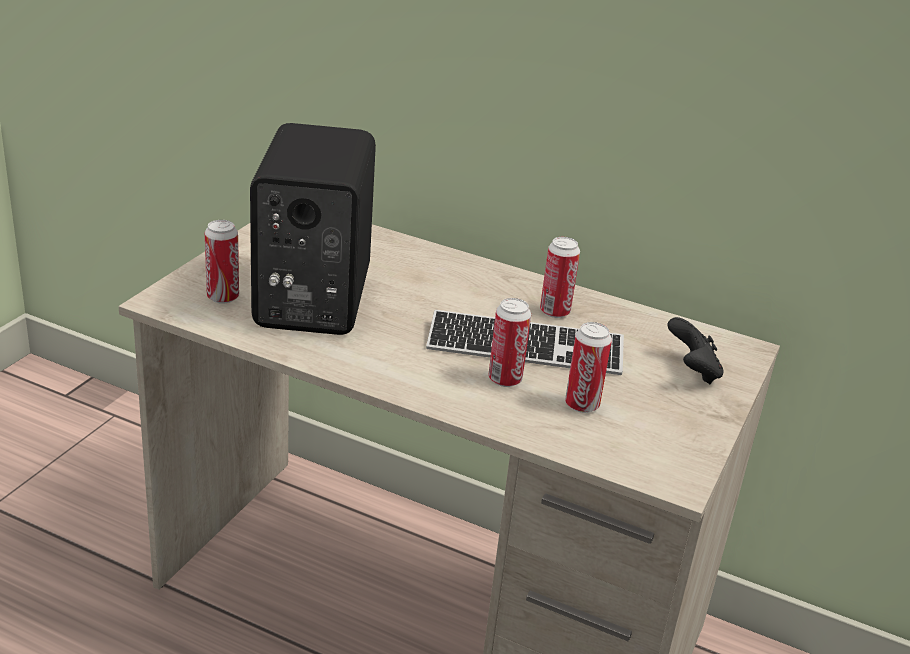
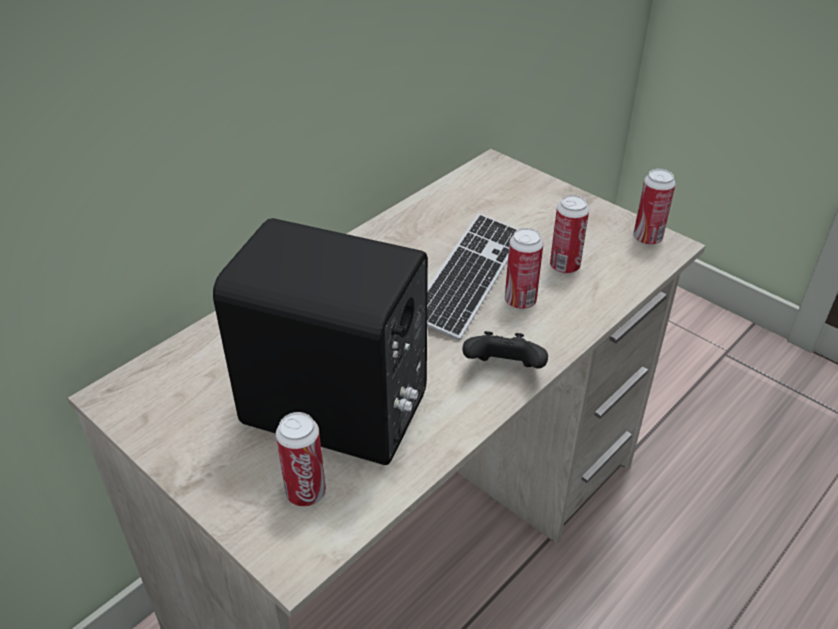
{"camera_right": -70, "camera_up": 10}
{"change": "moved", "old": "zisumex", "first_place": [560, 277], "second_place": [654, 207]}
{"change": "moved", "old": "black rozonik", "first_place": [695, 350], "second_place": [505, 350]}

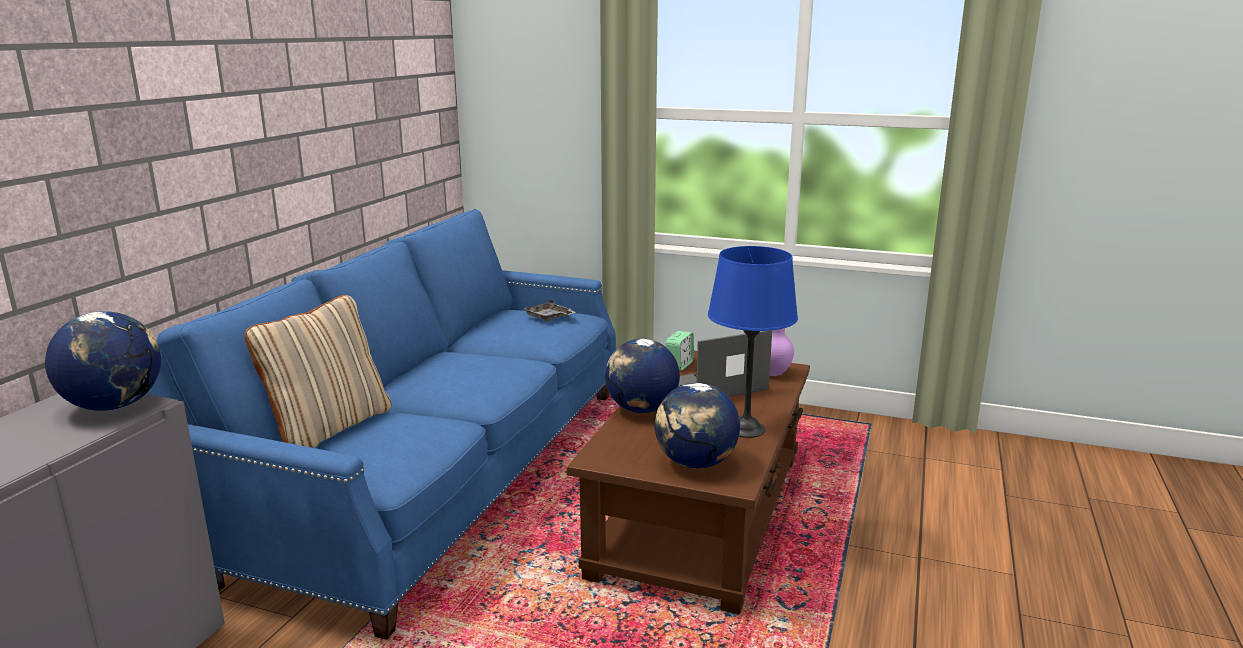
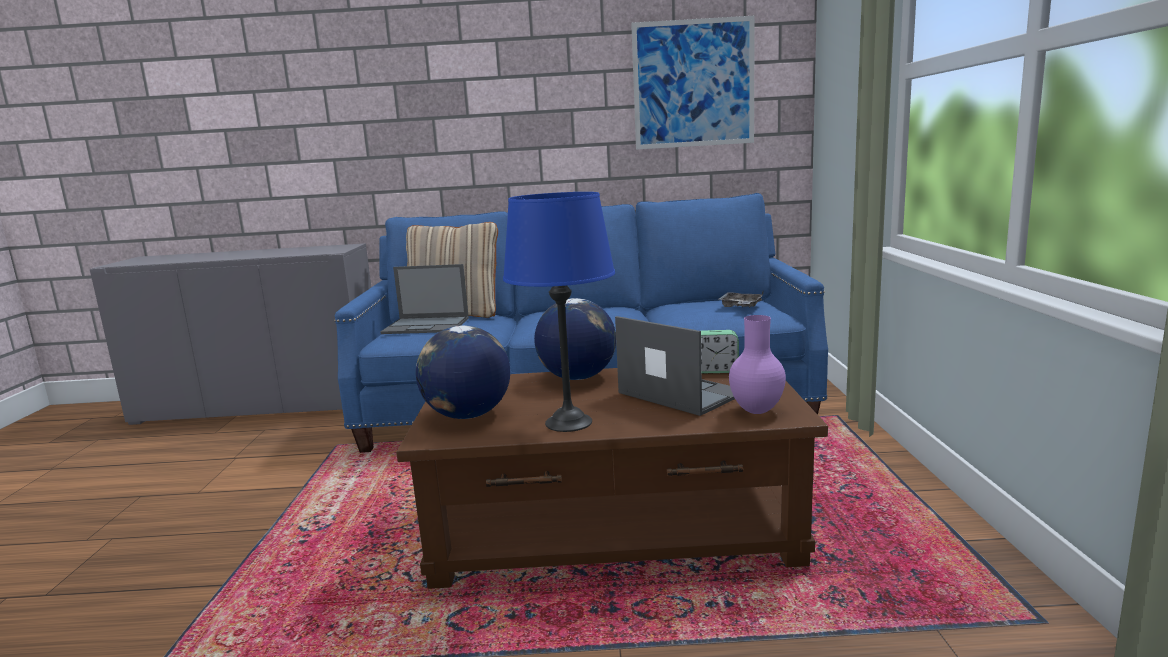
{"camera_right": 70, "camera_up": -5}
{"change": "removed", "old": "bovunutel", "first_place": [103, 361]}
{"change": "added", "new": "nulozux", "second_place": [424, 299]}
{"change": "added", "new": "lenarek", "second_place": [693, 83]}

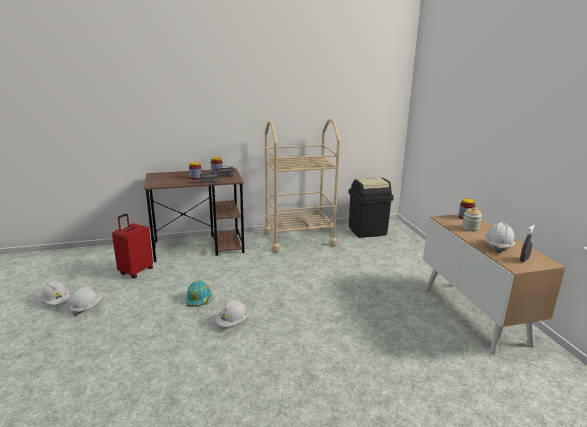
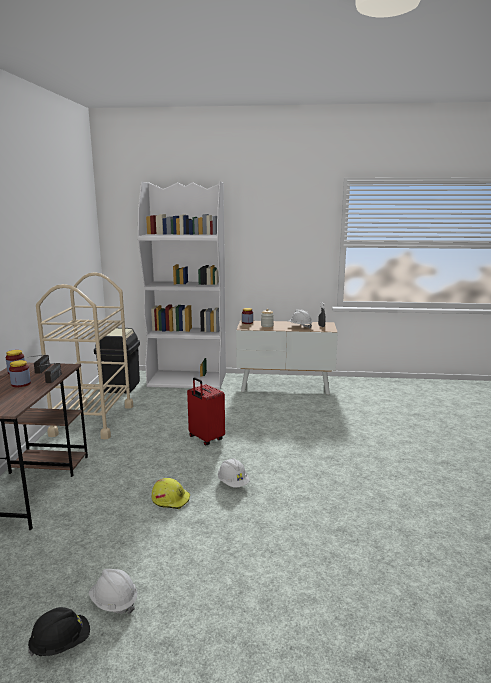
{"camera_right": -70, "camera_up": -5}
{"change": "added", "new": "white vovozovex", "second_place": [182, 285]}
{"change": "moved", "old": "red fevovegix", "first_place": [132, 246], "second_place": [206, 411]}
{"change": "recoloured", "old": "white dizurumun", "new": "black dizurumun", "first_place": [55, 292], "second_place": [59, 632]}
{"change": "recoloured", "old": "turquoise dizurumun", "new": "yellow dizurumun", "first_place": [199, 293], "second_place": [170, 493]}

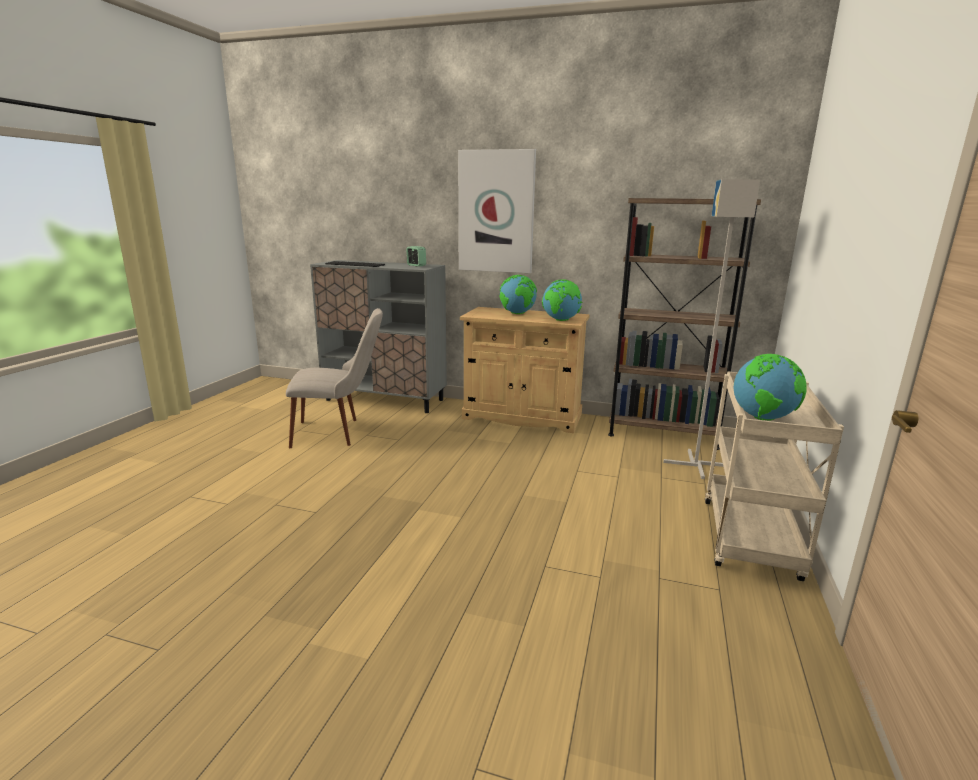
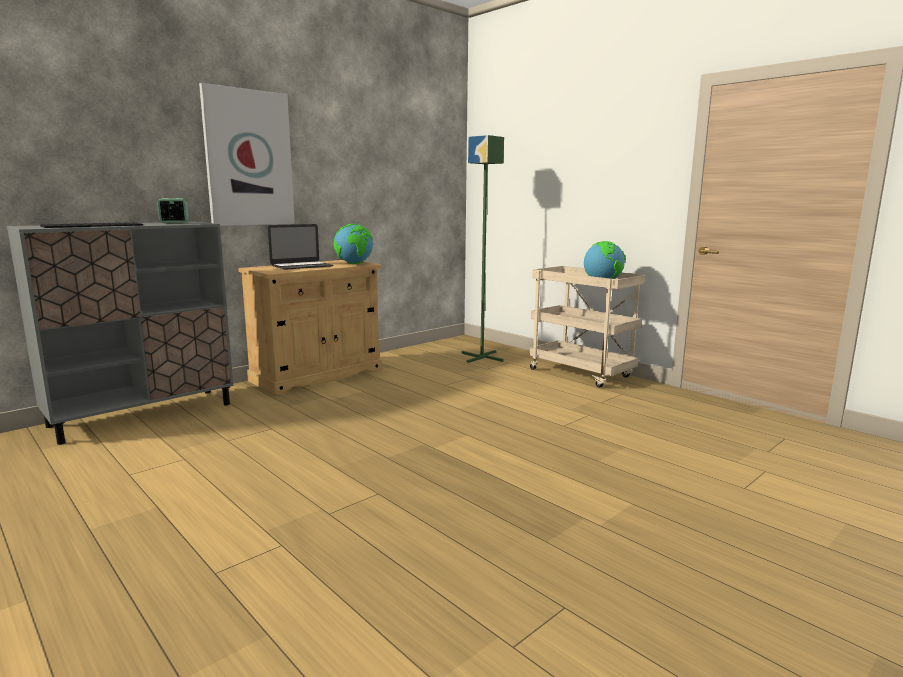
{"camera_right": -60, "camera_up": -5}
{"change": "removed", "old": "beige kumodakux", "first_place": [334, 378]}
{"change": "removed", "old": "brown vovozovex", "first_place": [684, 324]}
{"change": "replaced", "old": "bovunutel", "new": "nulozux", "first_place": [518, 294], "second_place": [301, 247]}
{"change": "recoloured", "old": "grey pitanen", "new": "green pitanen", "first_place": [711, 329], "second_place": [482, 249]}

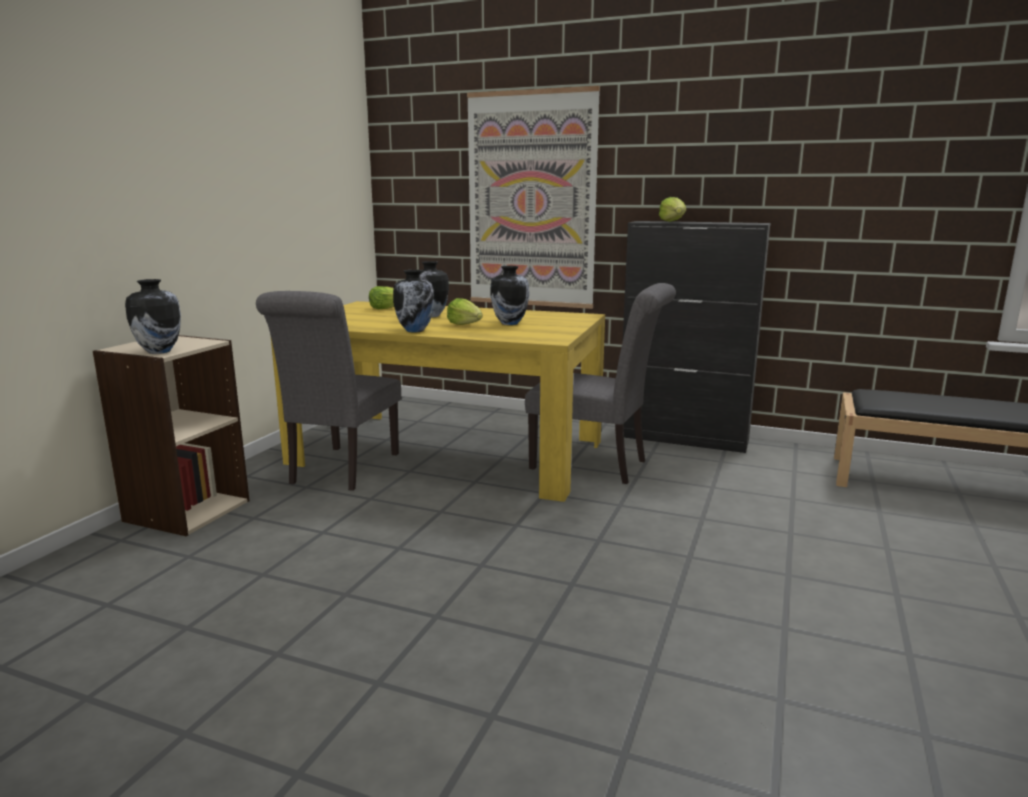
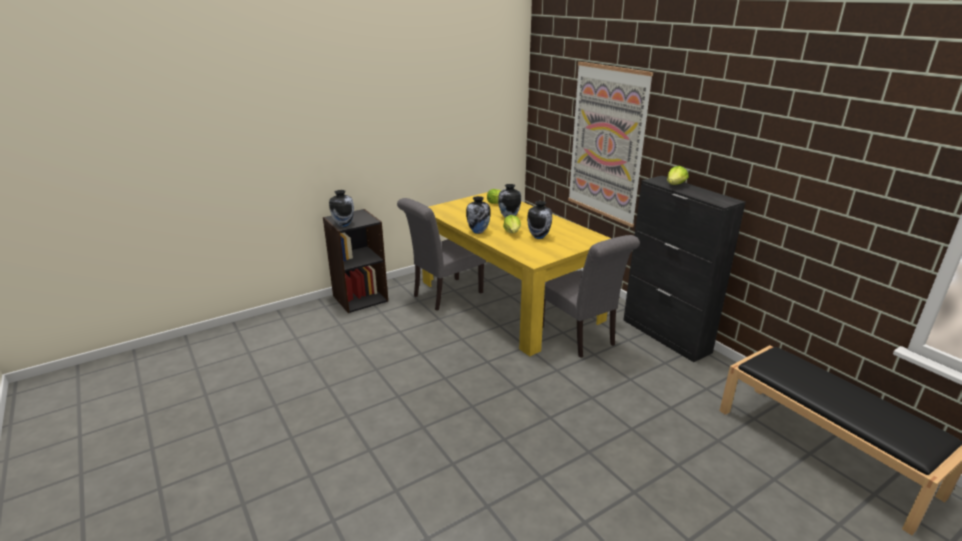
{"camera_right": 35, "camera_up": 10}
{"change": "recoloured", "old": "beige vovozovex", "new": "black vovozovex", "first_place": [171, 435], "second_place": [355, 261]}

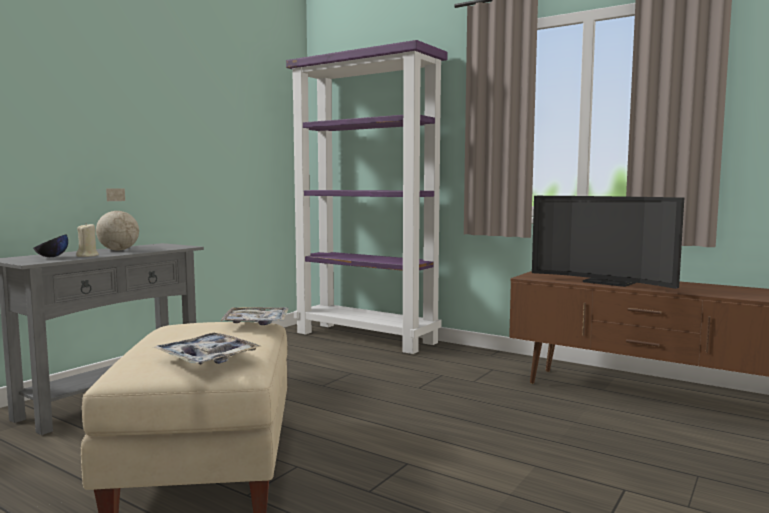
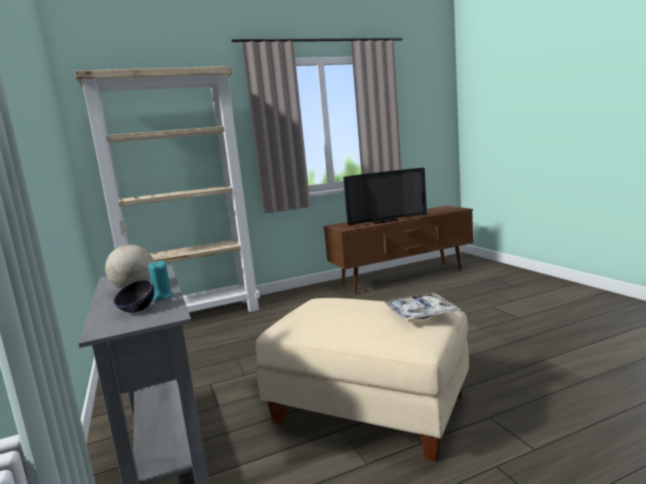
{"camera_right": -55, "camera_up": 5}
{"change": "removed", "old": "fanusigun", "first_place": [255, 316]}
{"change": "recoloured", "old": "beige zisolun", "new": "turquoise zisolun", "first_place": [87, 240], "second_place": [160, 281]}
{"change": "recoloured", "old": "purple vovozovex", "new": "beige vovozovex", "first_place": [367, 197], "second_place": [167, 189]}

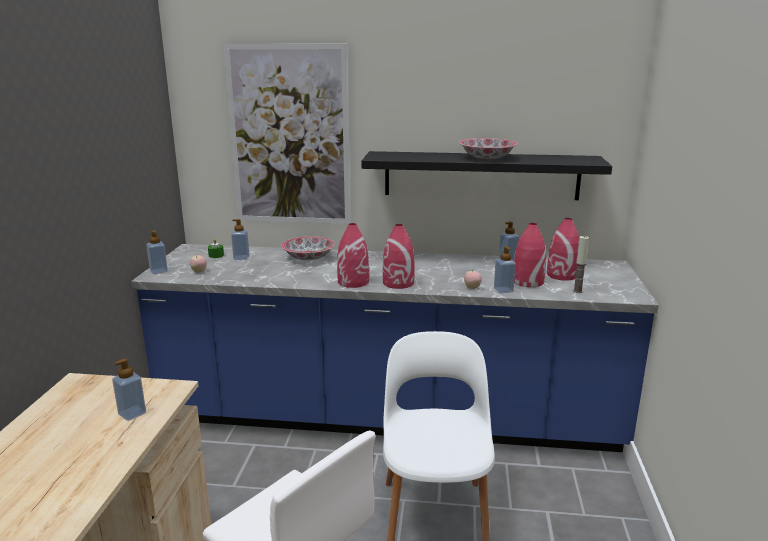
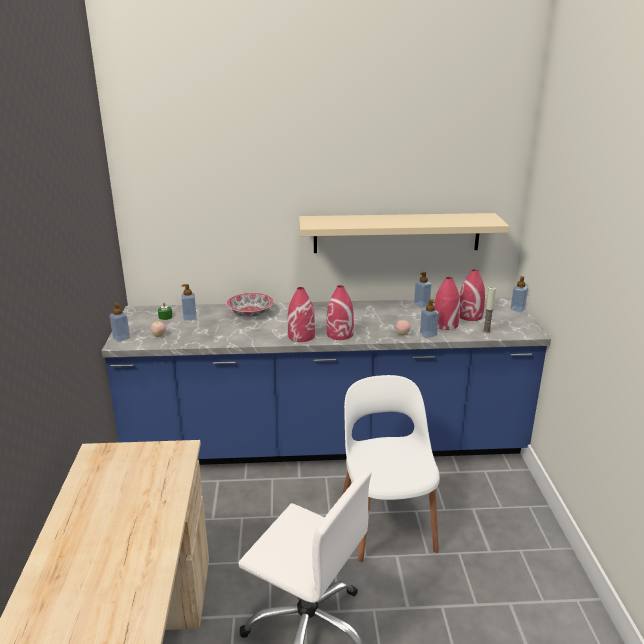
{"camera_right": -10, "camera_up": 5}
{"change": "removed", "old": "lenarek", "first_place": [287, 133]}
{"change": "removed", "old": "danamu", "first_place": [488, 148]}
{"change": "moved", "old": "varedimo", "first_place": [129, 390], "second_place": [519, 294]}
{"change": "recoloured", "old": "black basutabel", "new": "beige basutabel", "first_place": [486, 175], "second_place": [404, 233]}

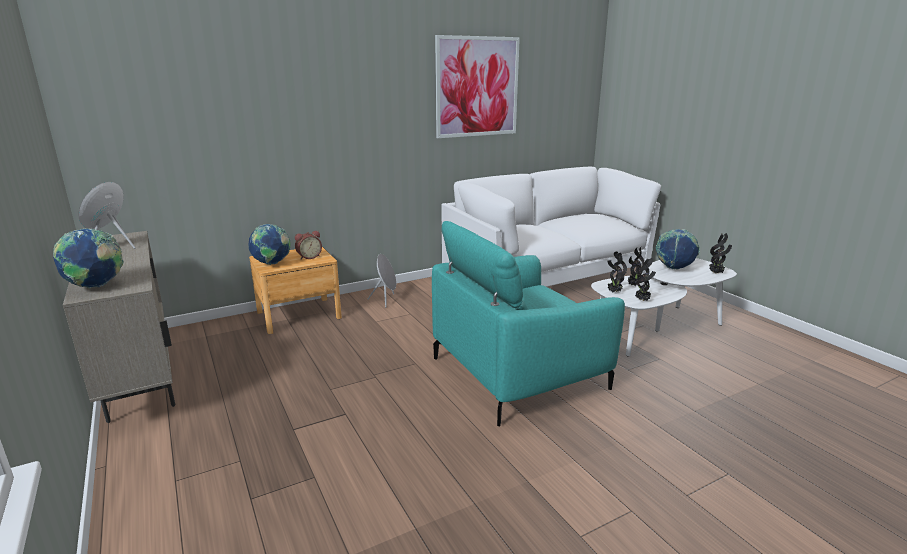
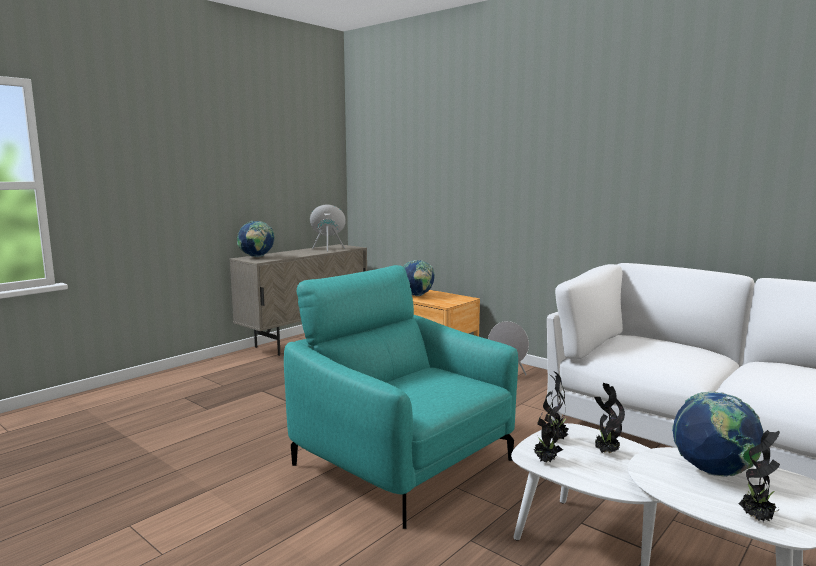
{"camera_right": 70, "camera_up": -10}
{"change": "removed", "old": "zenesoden", "first_place": [308, 245]}
{"change": "removed", "old": "lenarek", "first_place": [477, 86]}

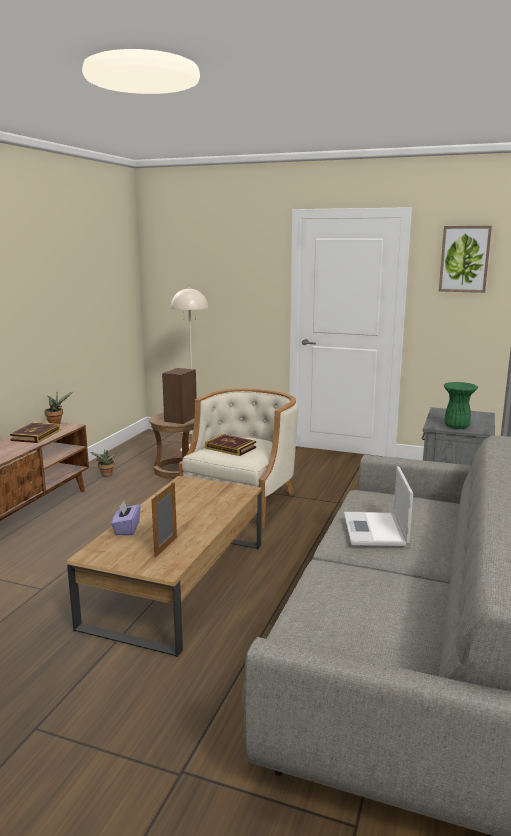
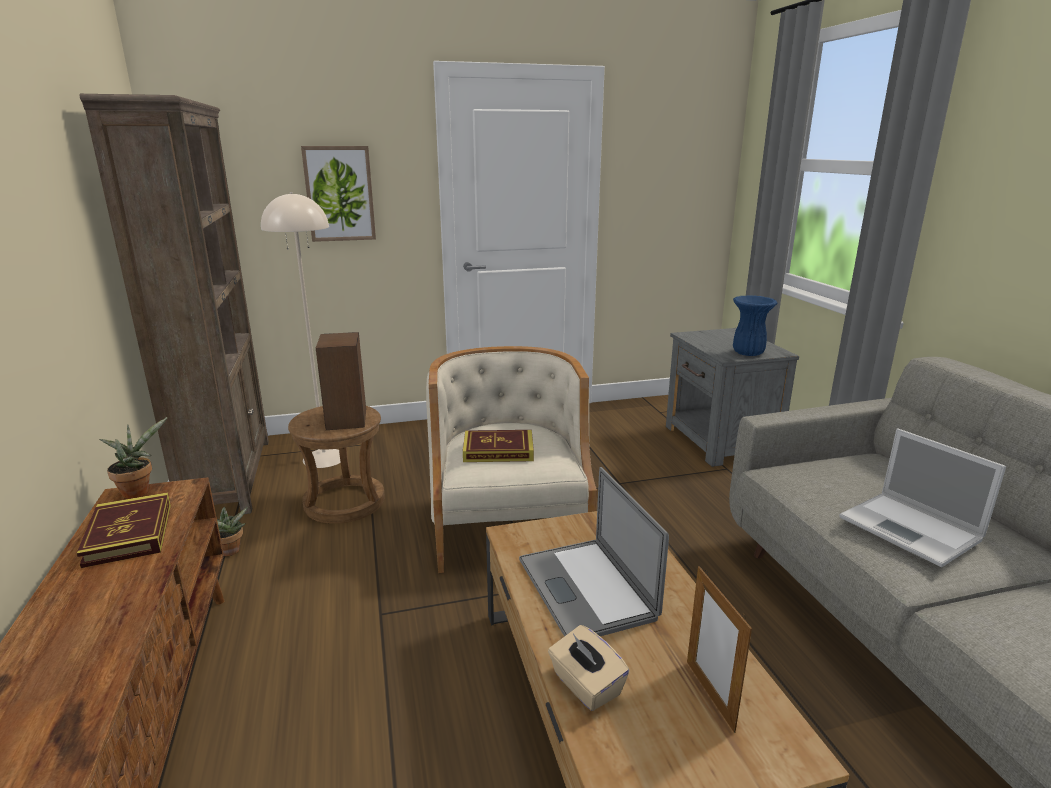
{"camera_right": -35, "camera_up": 5}
{"change": "added", "new": "brown vovozovex", "second_place": [174, 304]}
{"change": "added", "new": "nulozux", "second_place": [594, 551]}
{"change": "moved", "old": "lenarek", "first_place": [465, 259], "second_place": [338, 194]}
{"change": "recoloured", "old": "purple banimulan", "new": "beige banimulan", "first_place": [125, 518], "second_place": [589, 668]}
{"change": "recoloured", "old": "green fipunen", "new": "blue fipunen", "first_place": [461, 405], "second_place": [755, 325]}

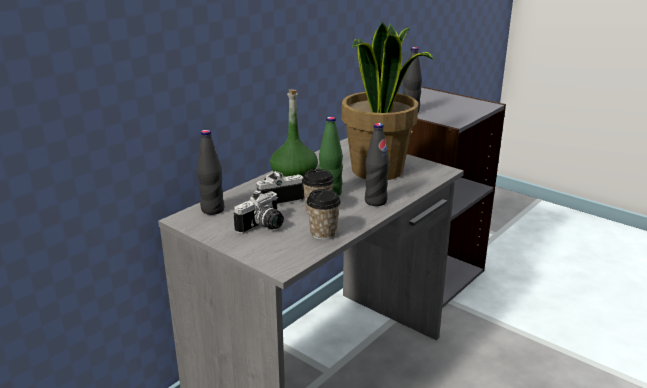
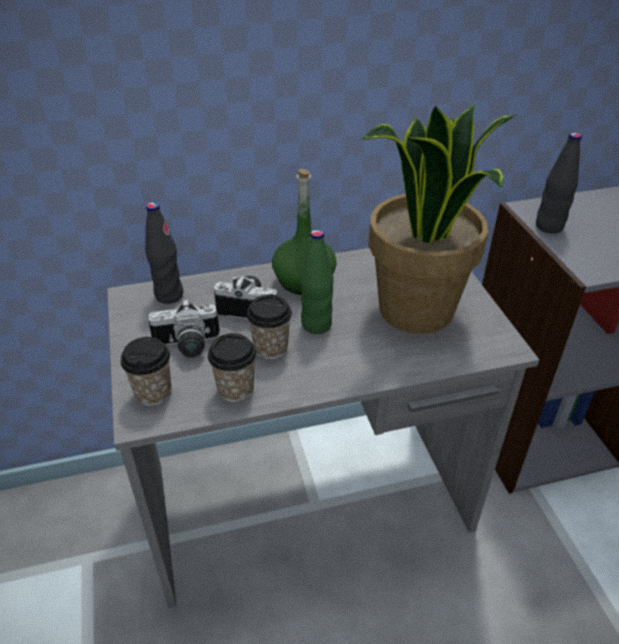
{"camera_right": 35, "camera_up": 15}
{"change": "removed", "old": "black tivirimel", "first_place": [377, 164]}
{"change": "added", "new": "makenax", "second_place": [146, 371]}

